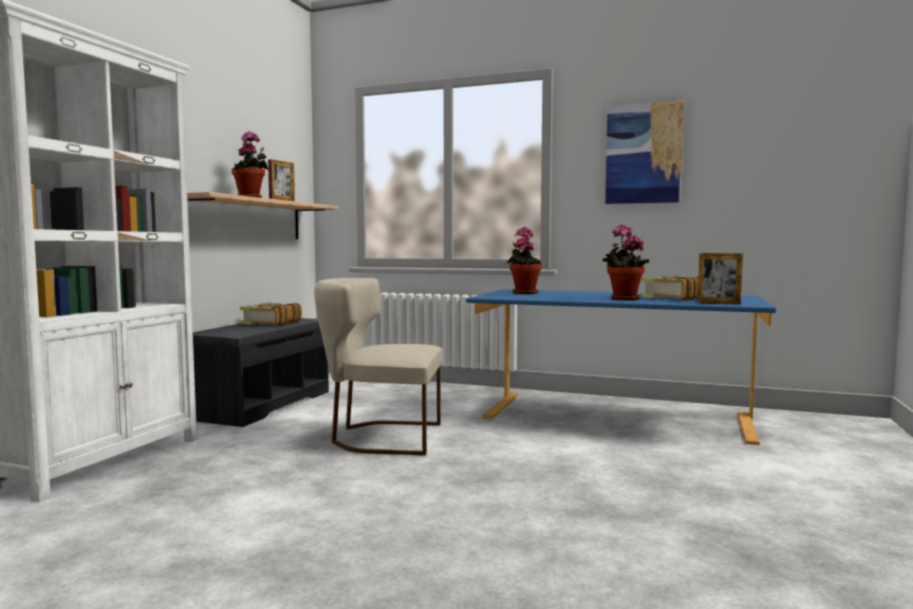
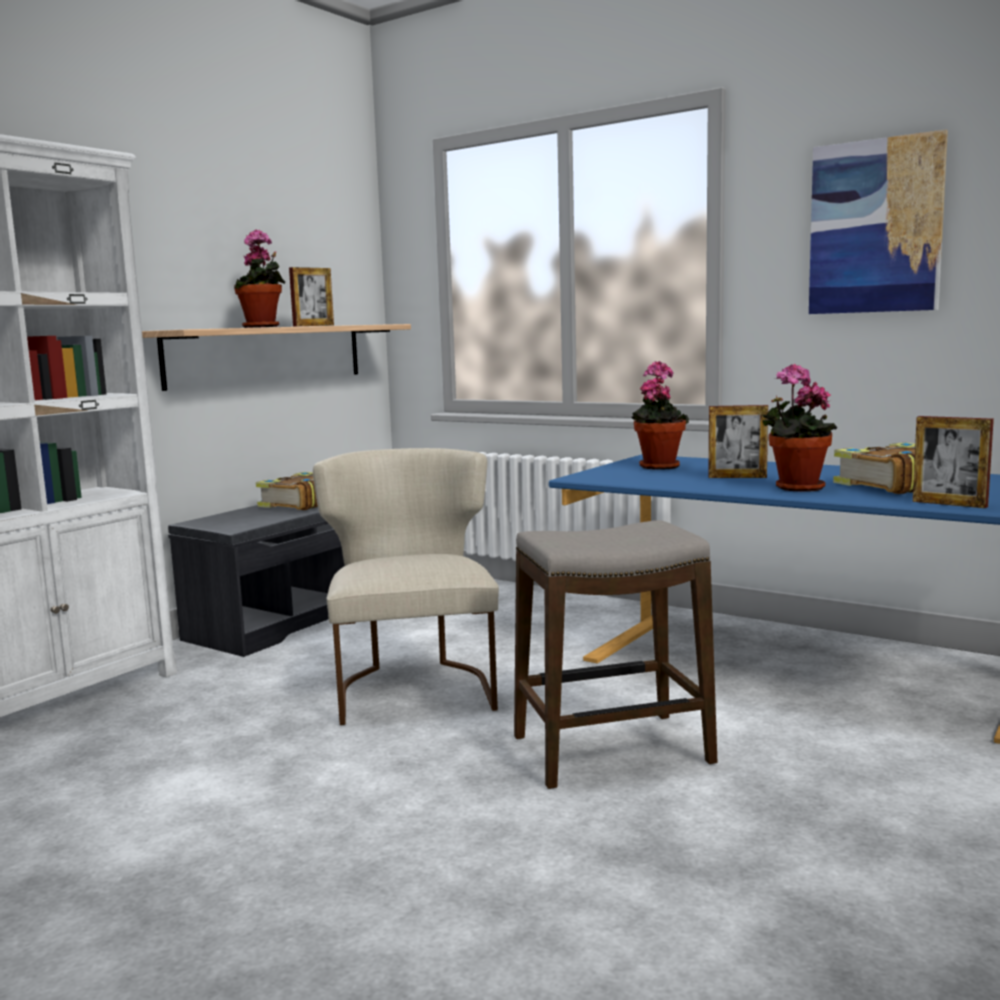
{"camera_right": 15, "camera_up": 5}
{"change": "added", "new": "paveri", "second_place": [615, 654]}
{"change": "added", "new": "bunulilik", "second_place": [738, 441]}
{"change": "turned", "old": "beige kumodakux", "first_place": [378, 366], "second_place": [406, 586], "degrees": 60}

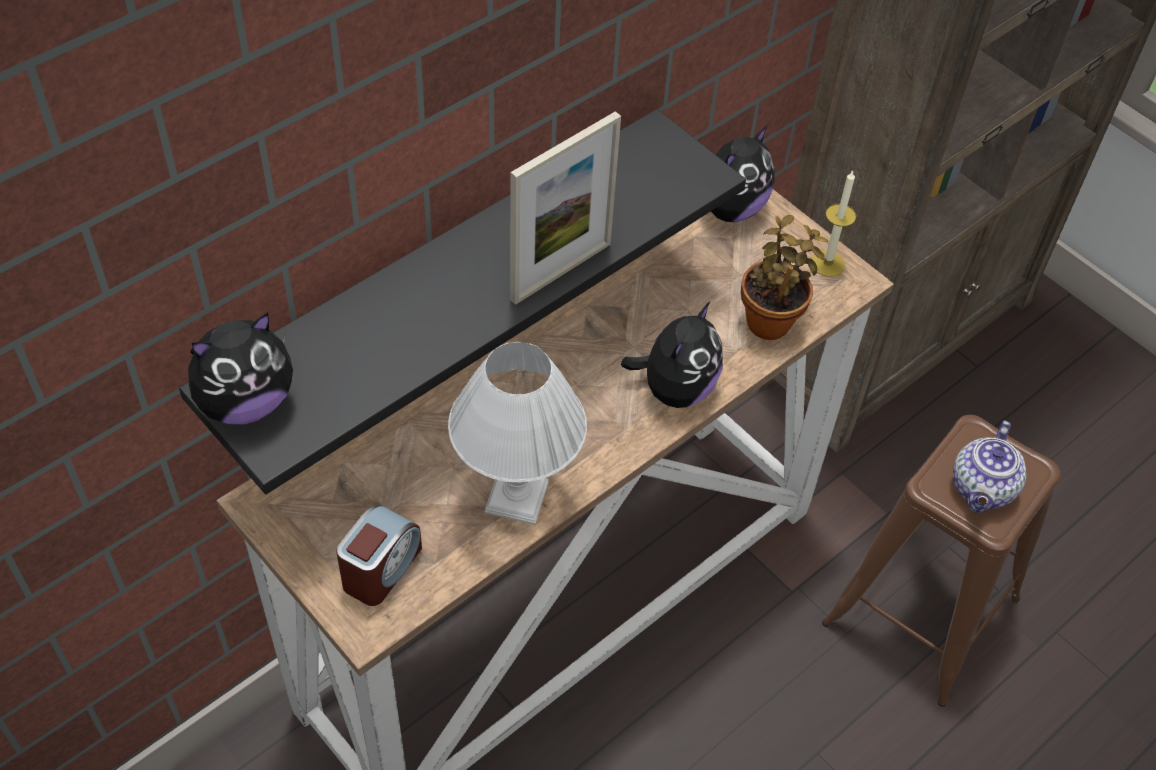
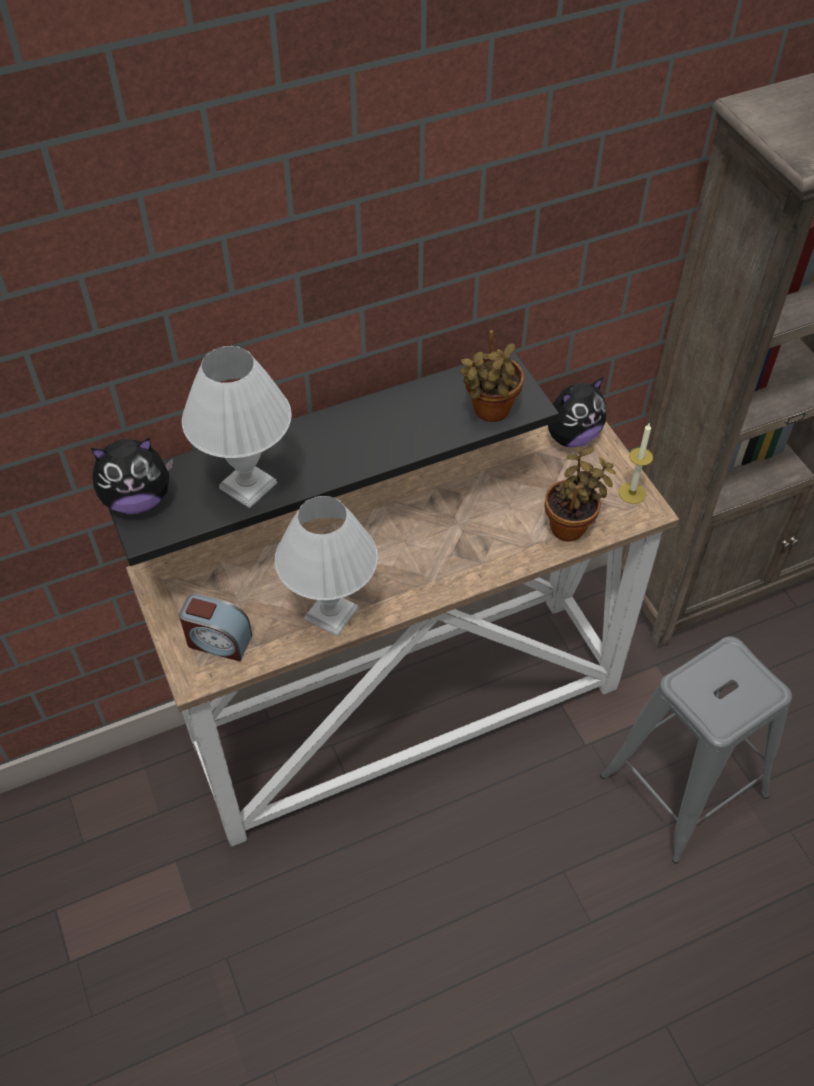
{"camera_right": 20, "camera_up": 0}
{"change": "removed", "old": "bunulilik", "first_place": [565, 208]}
{"change": "removed", "old": "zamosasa", "first_place": [672, 355]}
{"change": "removed", "old": "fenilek", "first_place": [990, 467]}
{"change": "added", "new": "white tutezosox", "second_place": [236, 427]}
{"change": "added", "new": "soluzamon", "second_place": [492, 376]}
{"change": "recoloured", "old": "brown paveri", "new": "grey paveri", "first_place": [941, 561], "second_place": [696, 750]}
{"change": "turned", "old": "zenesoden", "first_place": [379, 555], "second_place": [215, 627], "degrees": 60}

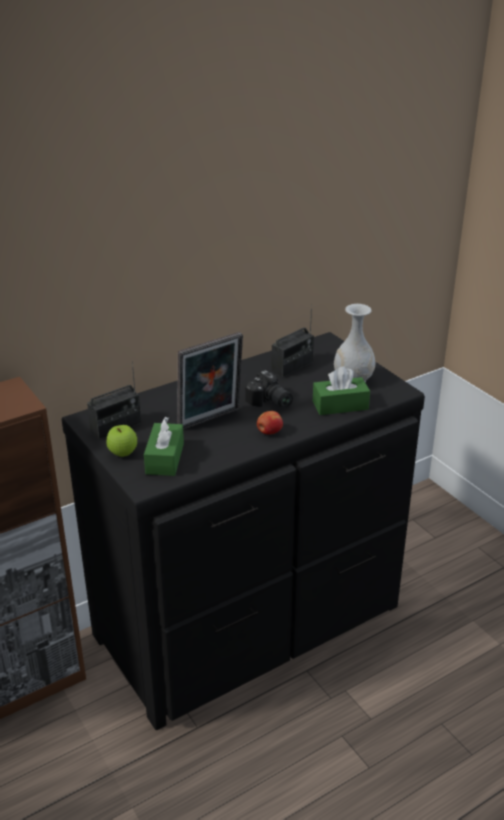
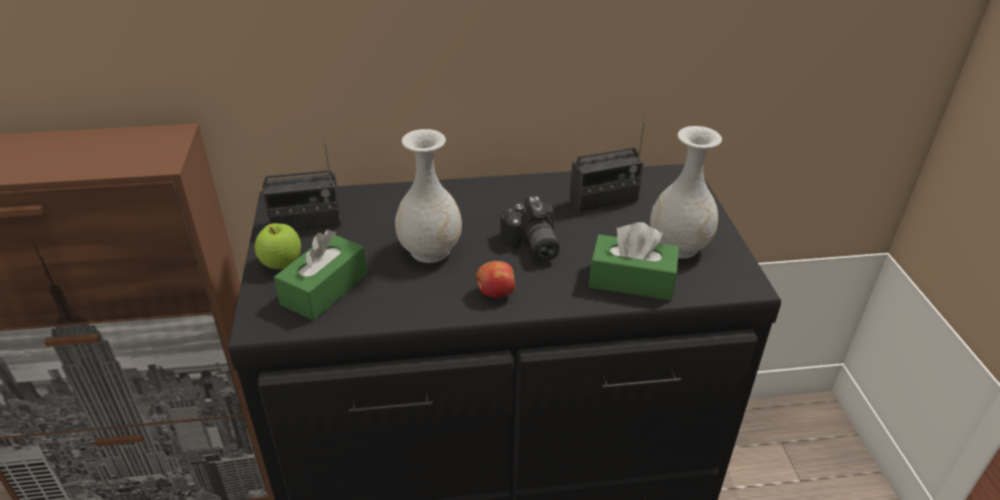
{"camera_right": 25, "camera_up": 5}
{"change": "replaced", "old": "bunulilik", "new": "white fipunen", "first_place": [210, 381], "second_place": [428, 196]}

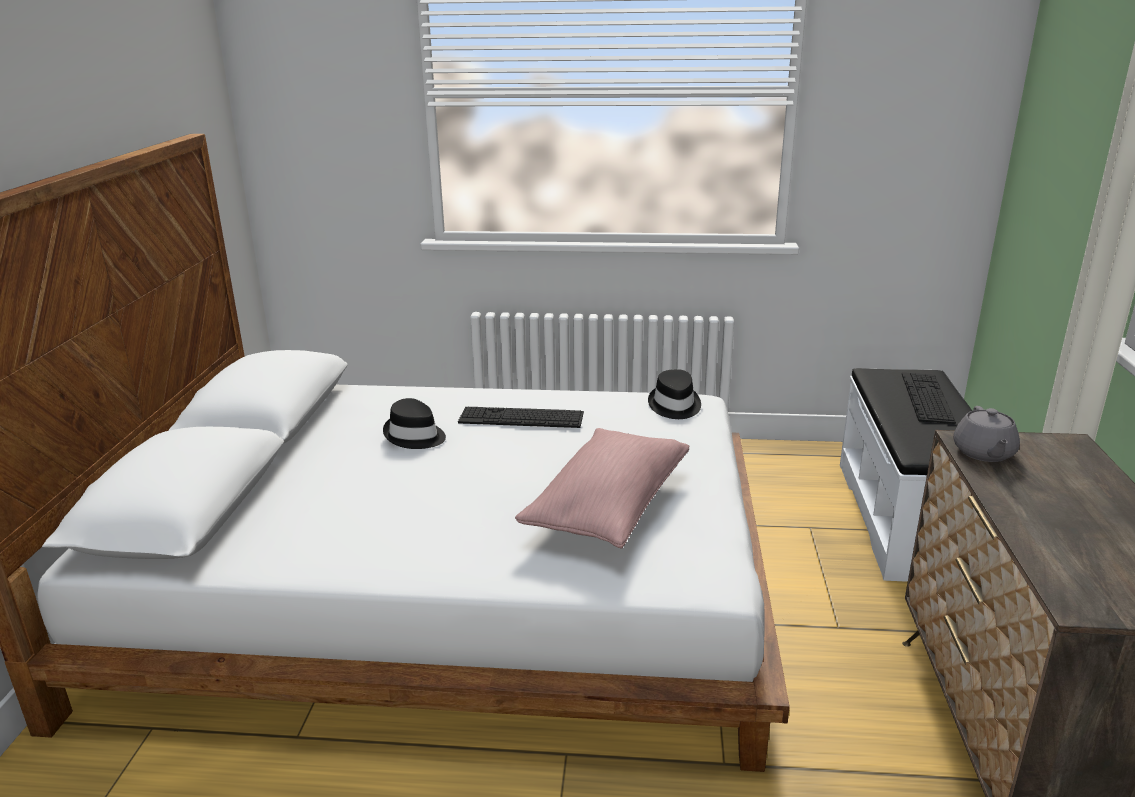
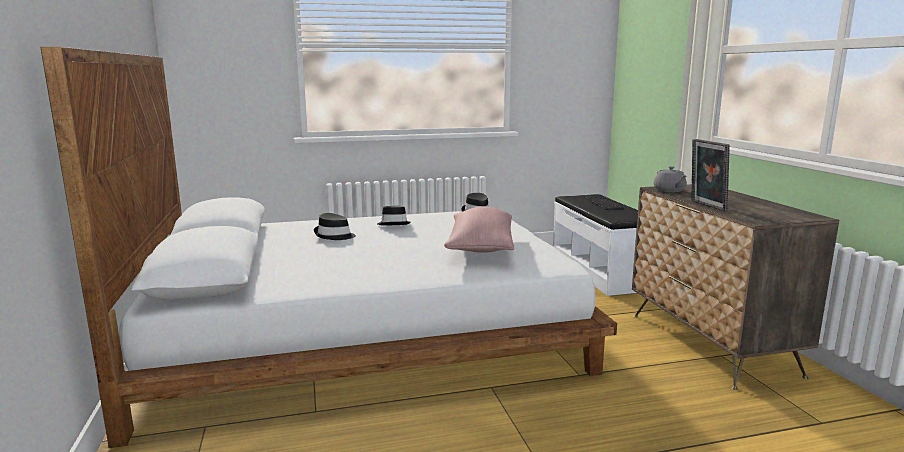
{"camera_right": -20, "camera_up": -10}
{"change": "added", "new": "bunulilik", "second_place": [710, 175]}
{"change": "replaced", "old": "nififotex", "new": "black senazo", "first_place": [521, 417], "second_place": [394, 215]}

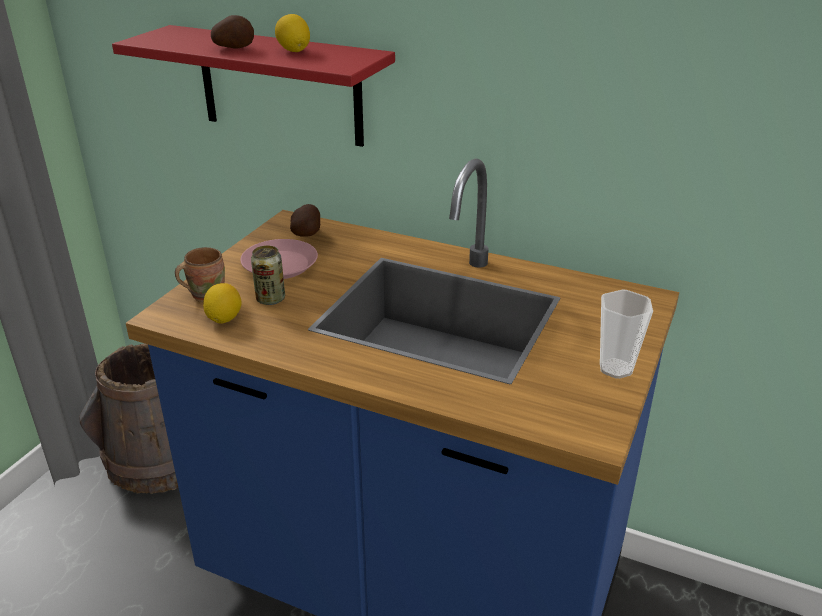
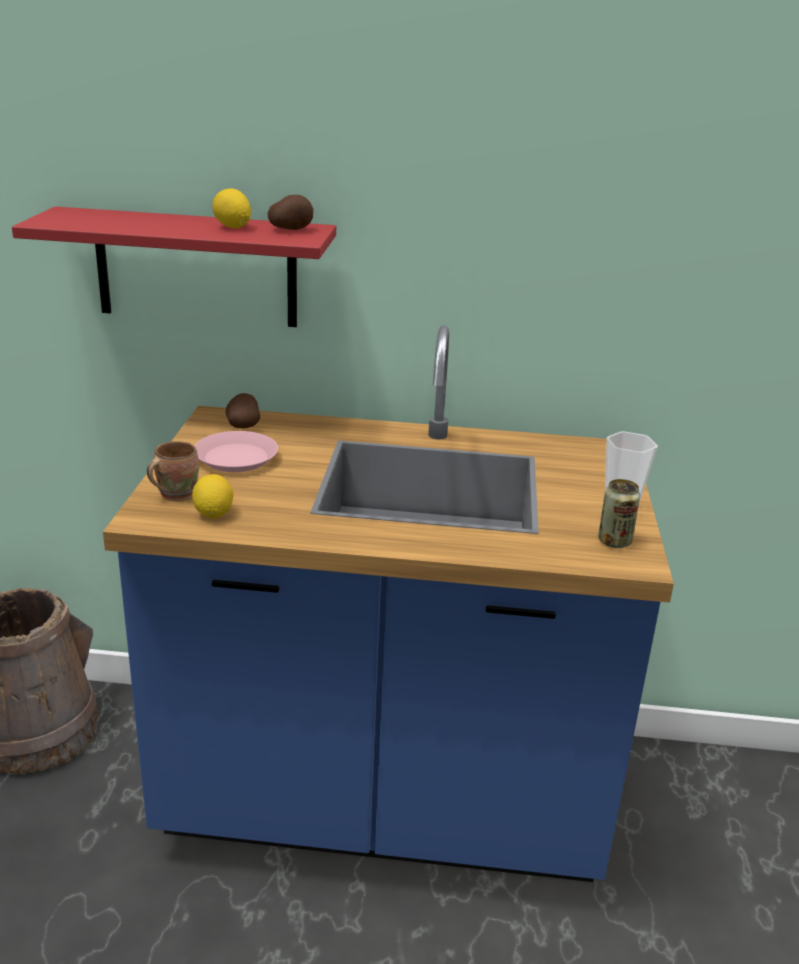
{"camera_right": -20, "camera_up": -5}
{"change": "moved", "old": "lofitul", "first_place": [232, 32], "second_place": [290, 212]}
{"change": "moved", "old": "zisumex", "first_place": [268, 275], "second_place": [619, 513]}

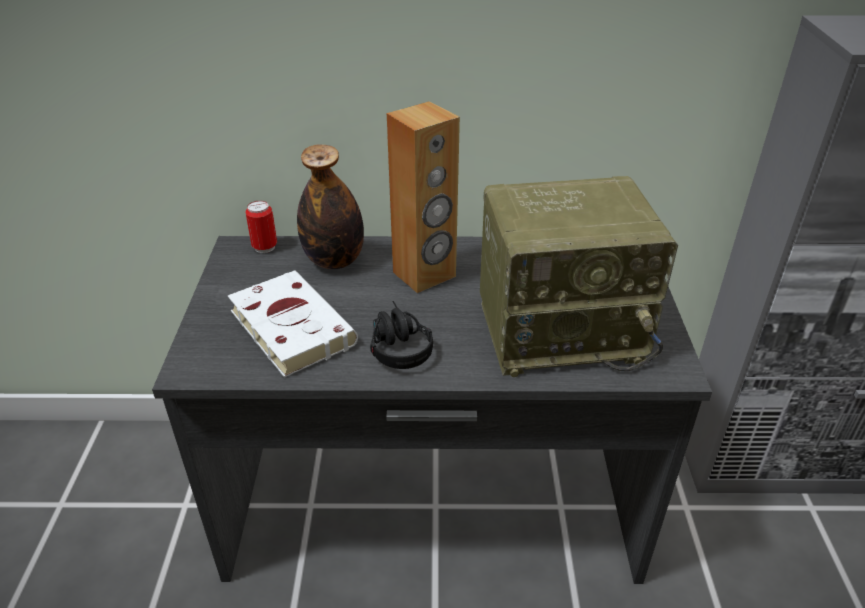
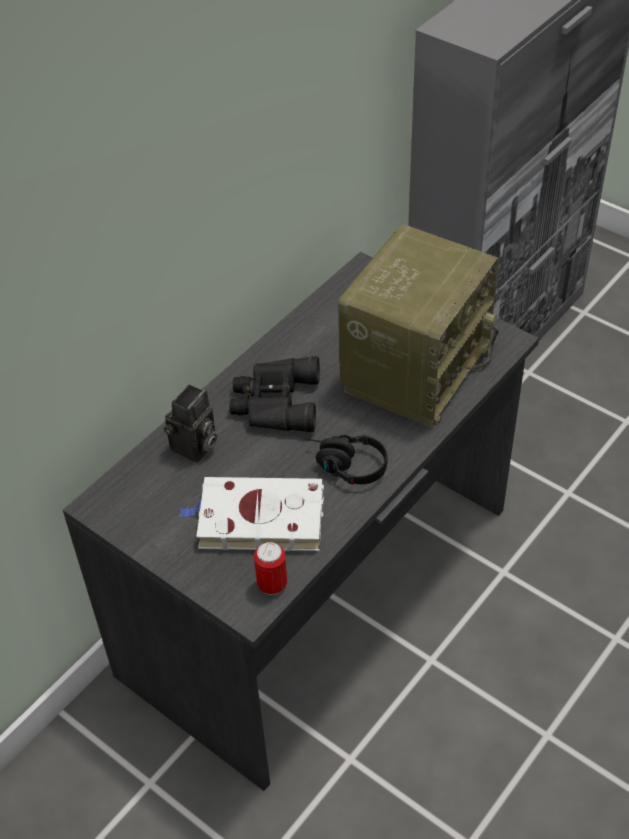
{"camera_right": -50, "camera_up": 10}
{"change": "moved", "old": "zisumex", "first_place": [261, 227], "second_place": [270, 568]}
{"change": "replaced", "old": "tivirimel", "new": "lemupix", "first_place": [330, 206], "second_place": [190, 423]}
{"change": "replaced", "old": "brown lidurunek", "new": "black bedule", "first_place": [423, 197], "second_place": [274, 394]}

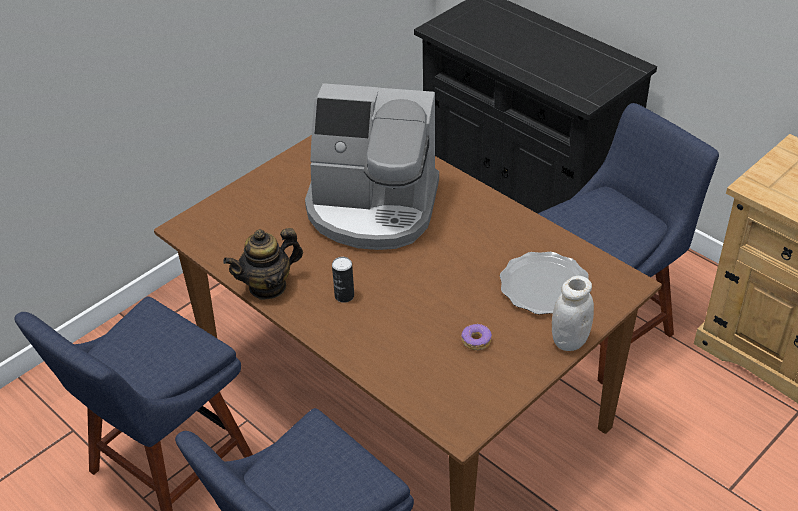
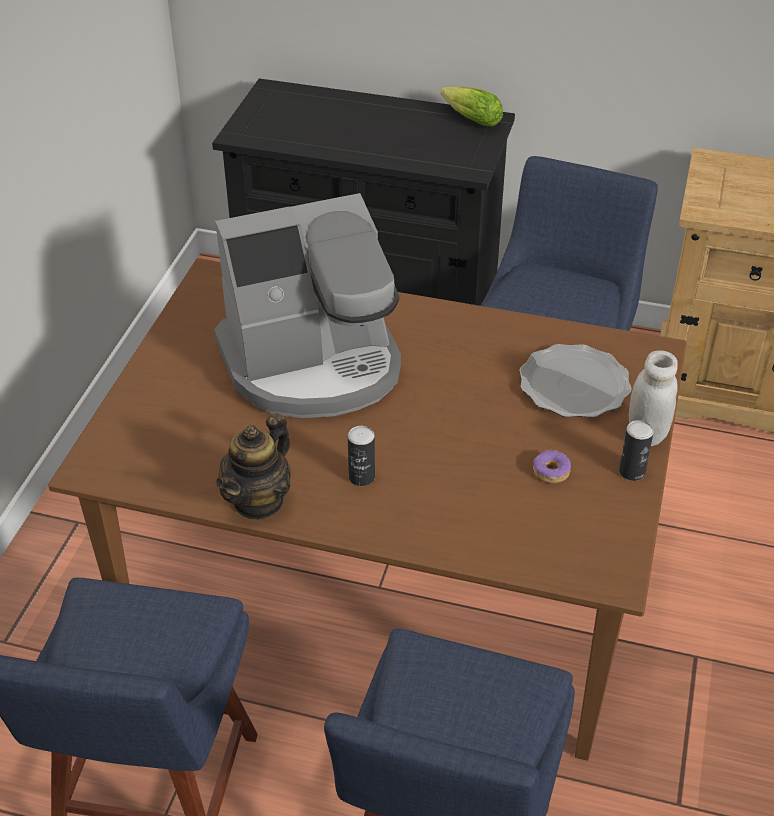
{"camera_right": -30, "camera_up": 0}
{"change": "added", "new": "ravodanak", "second_place": [472, 106]}
{"change": "added", "new": "zisumex", "second_place": [636, 450]}

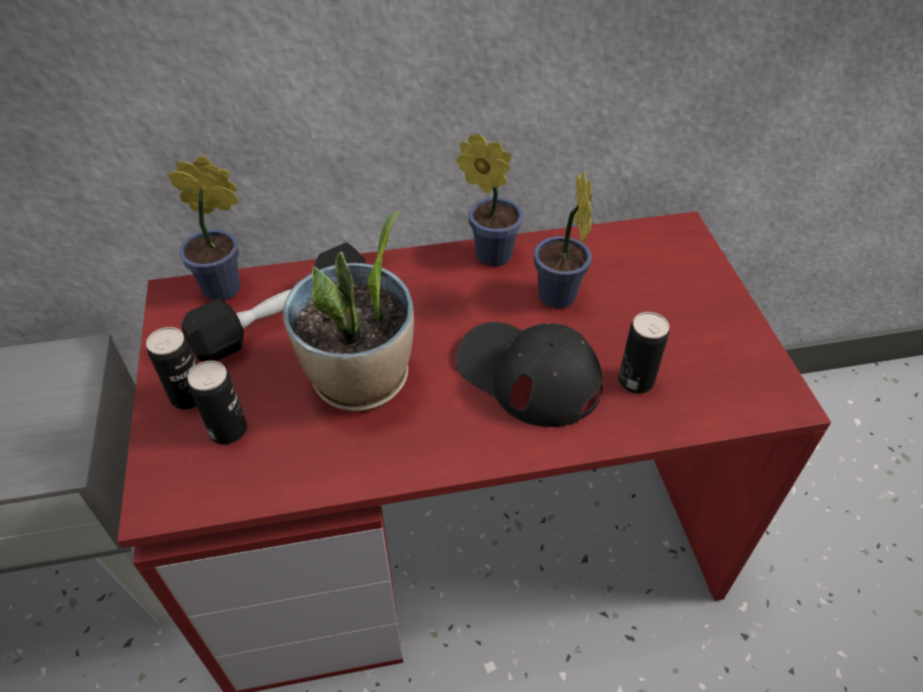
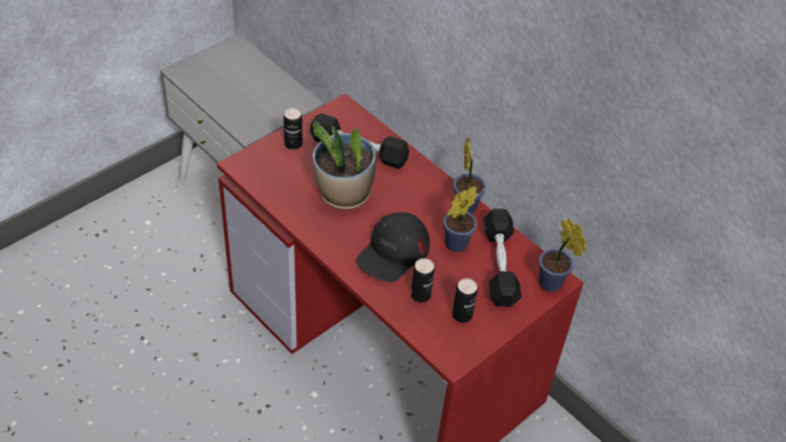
{"camera_right": 55, "camera_up": 0}
{"change": "added", "new": "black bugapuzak", "second_place": [502, 258]}
{"change": "moved", "old": "soluzamon", "first_place": [204, 228], "second_place": [562, 255]}
{"change": "moved", "old": "zisumex", "first_place": [217, 402], "second_place": [465, 300]}
{"change": "turned", "old": "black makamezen", "first_place": [529, 374], "second_place": [393, 247], "degrees": -150}

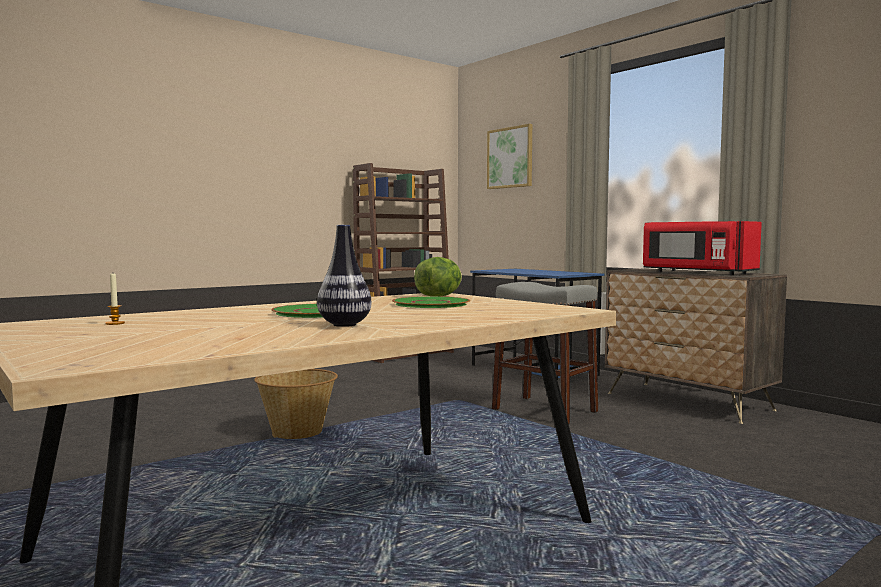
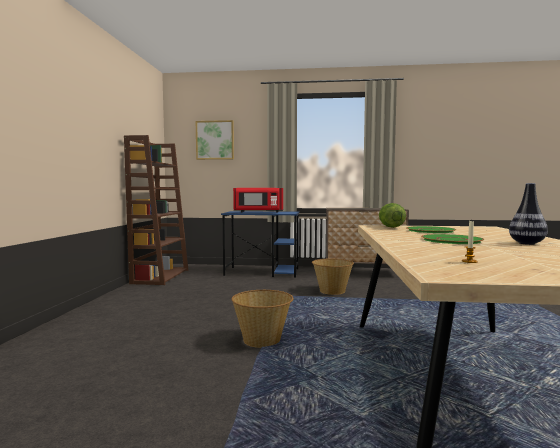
{"camera_right": -45, "camera_up": 0}
{"change": "moved", "old": "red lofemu", "first_place": [702, 248], "second_place": [258, 200]}
{"change": "replaced", "old": "grey paveri", "new": "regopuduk", "first_place": [545, 353], "second_place": [333, 277]}

